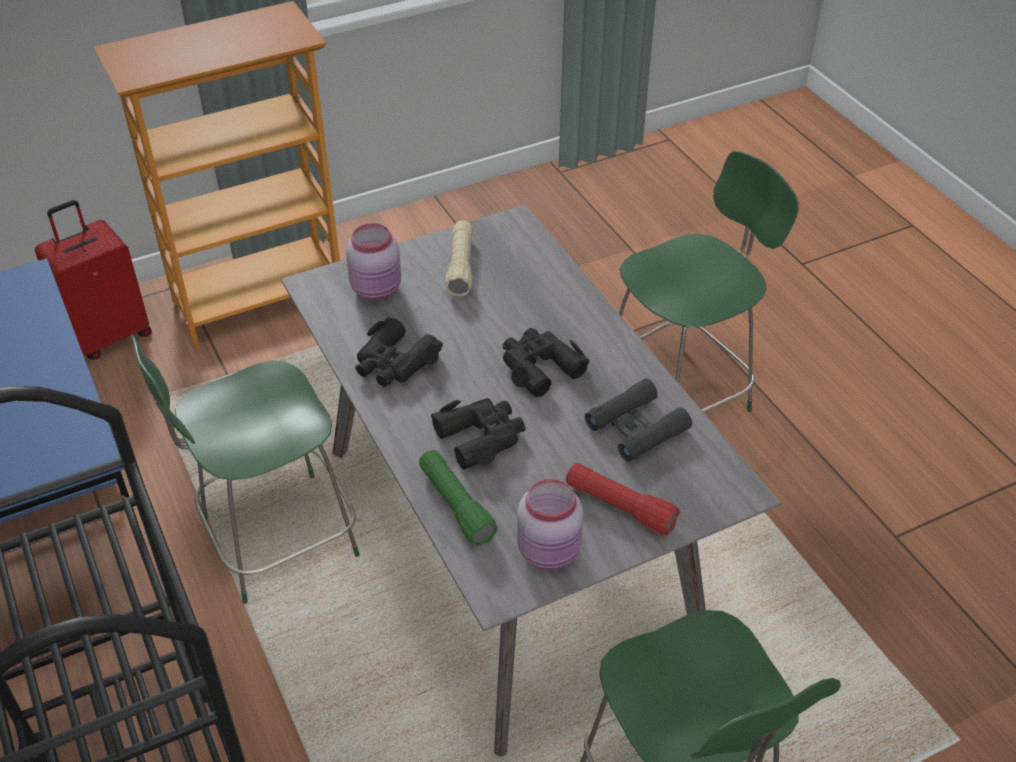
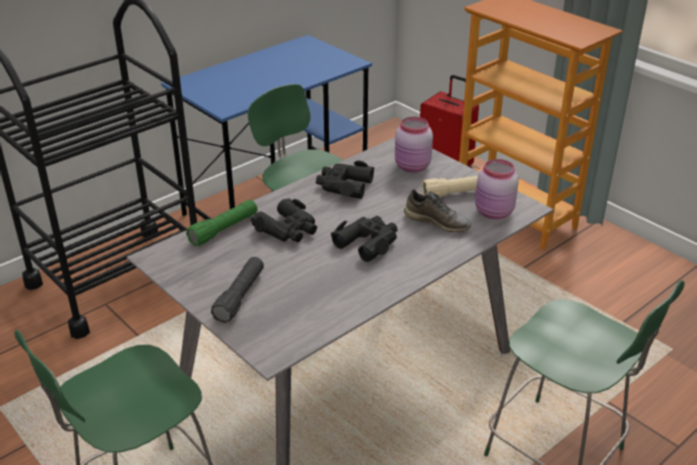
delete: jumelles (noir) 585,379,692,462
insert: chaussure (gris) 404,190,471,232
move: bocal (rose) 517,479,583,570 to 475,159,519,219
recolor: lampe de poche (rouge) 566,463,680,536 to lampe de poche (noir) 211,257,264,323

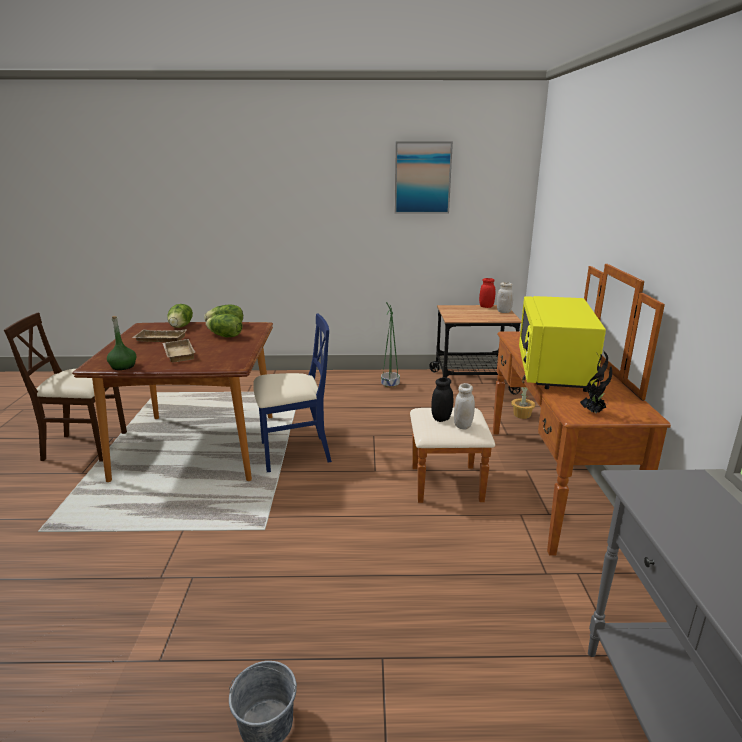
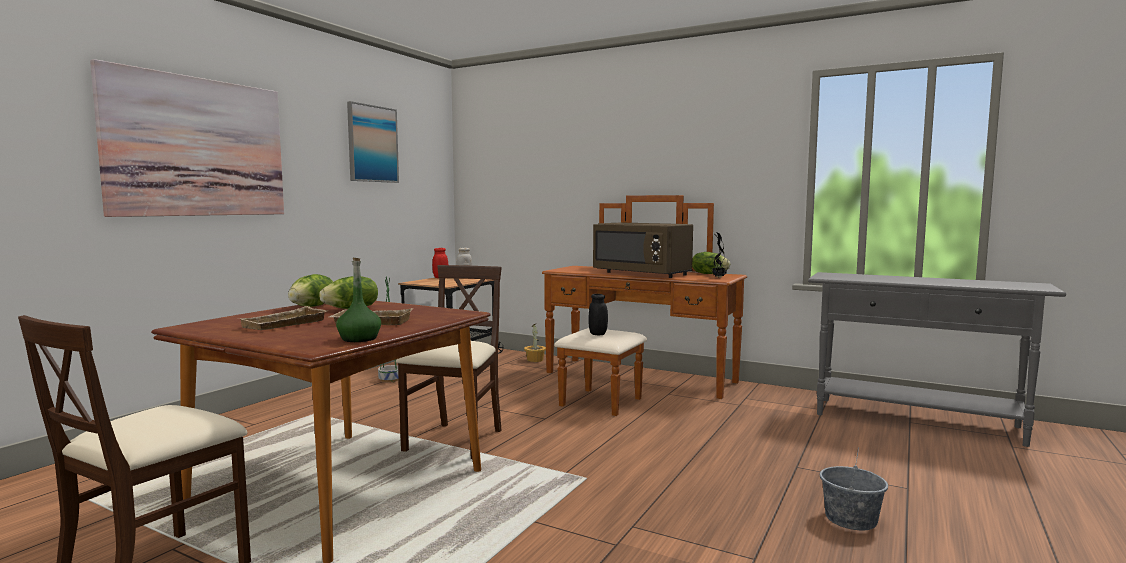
delete: bocal (blanc) 454,383,475,430
insert: tableau 90,59,284,217
move: laitue 167,304,193,328 to 692,252,730,274
recolor: chaise (bleu) 253,314,332,472 to chaise (beige) 396,265,502,459; micro-ondes (jaune) 519,296,606,392 to micro-ondes (marron) 593,222,693,278

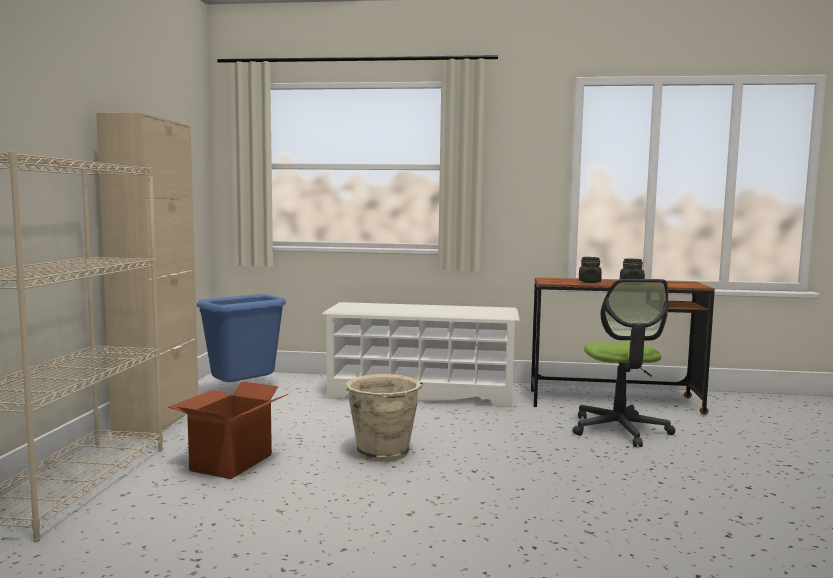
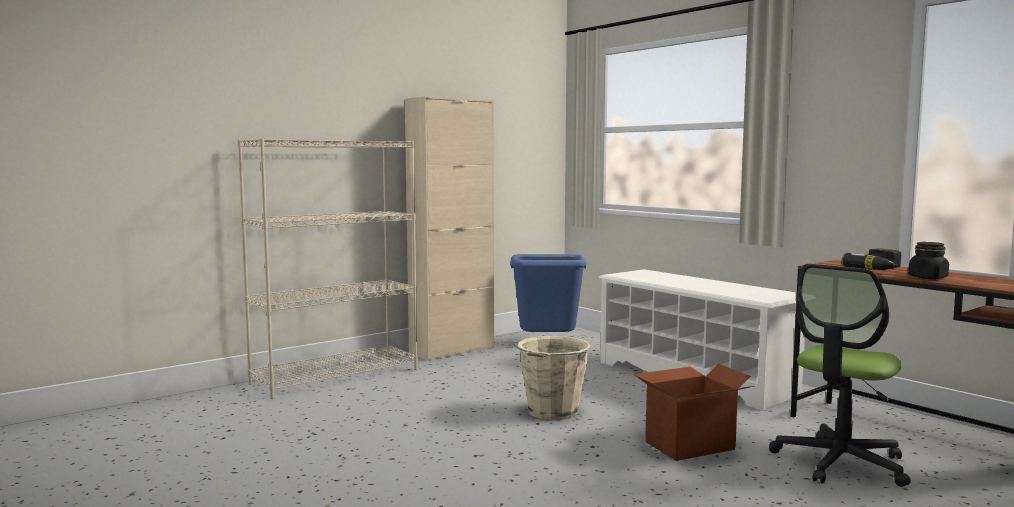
move: carton 168,381,288,479 to 633,364,754,461
replace: bocal (noir) 579,257,602,283 to perceuse 842,248,901,270

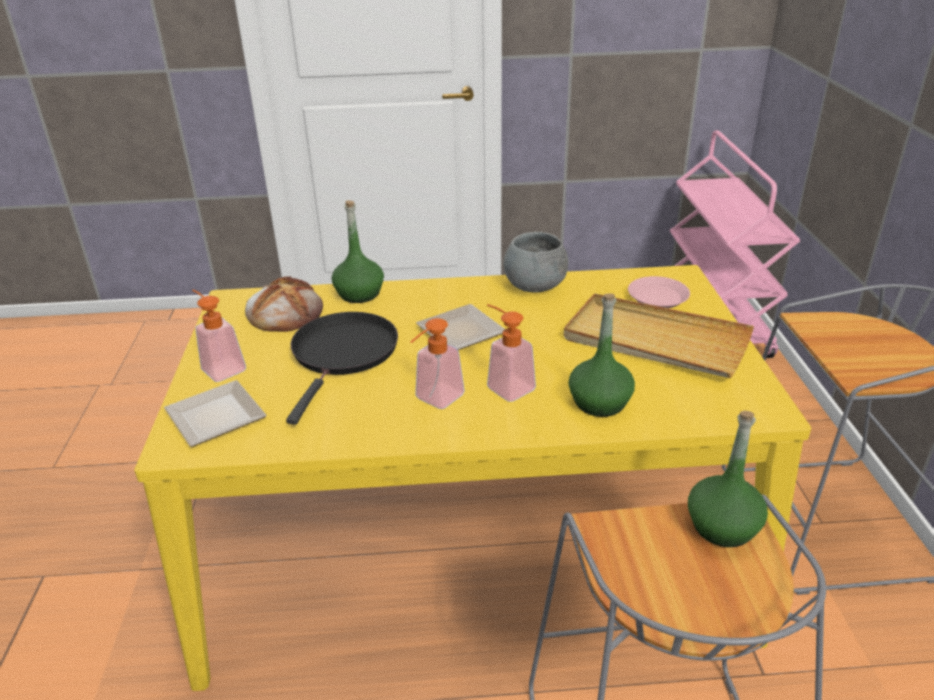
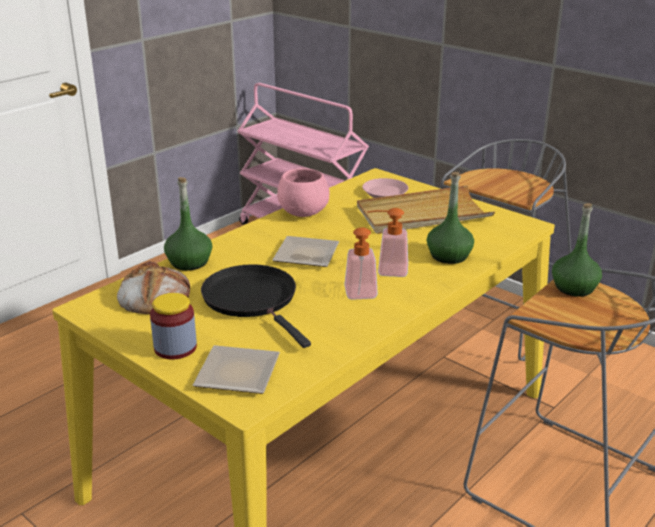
replace: distributeur de savon 192,290,246,382 to bocal 150,293,197,359
recolor: bol (gris) 503,232,568,292 to bol (rose) 277,168,330,217

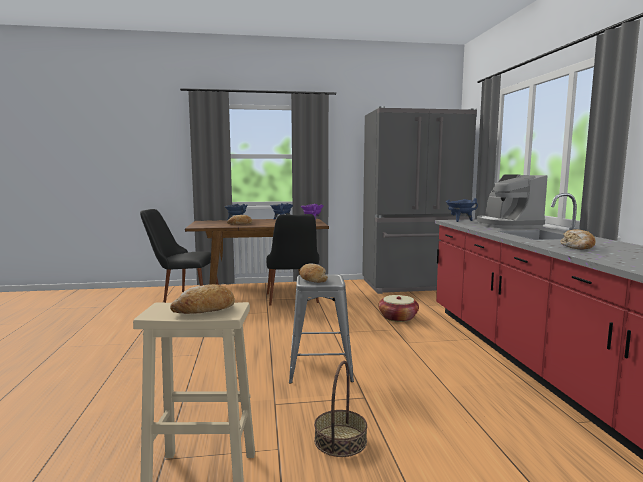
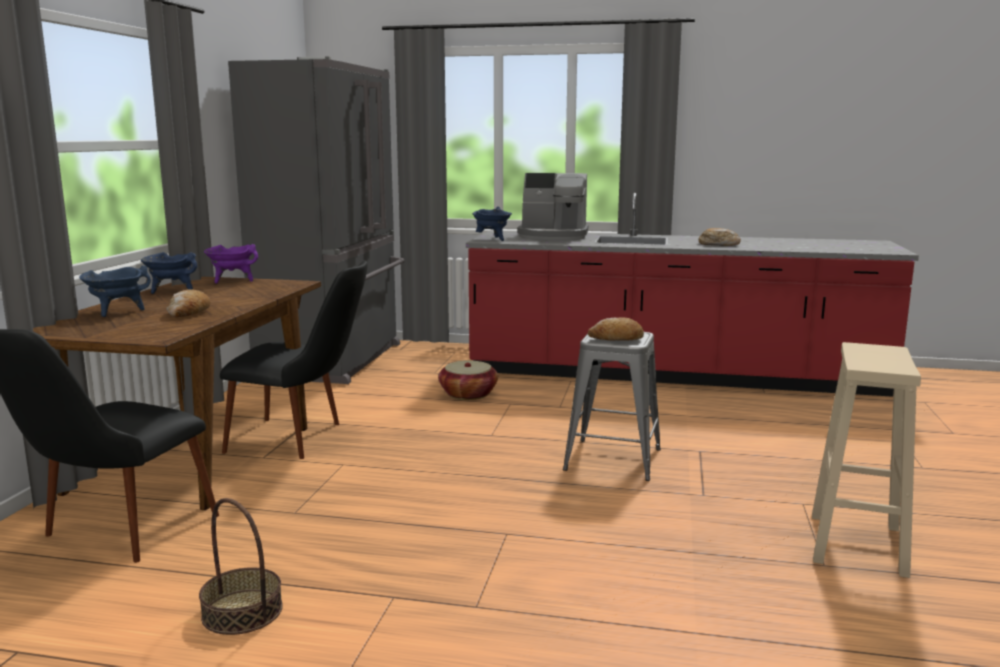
delete: pain 170,284,235,314
move: panier 314,361,367,457 to 199,498,283,635

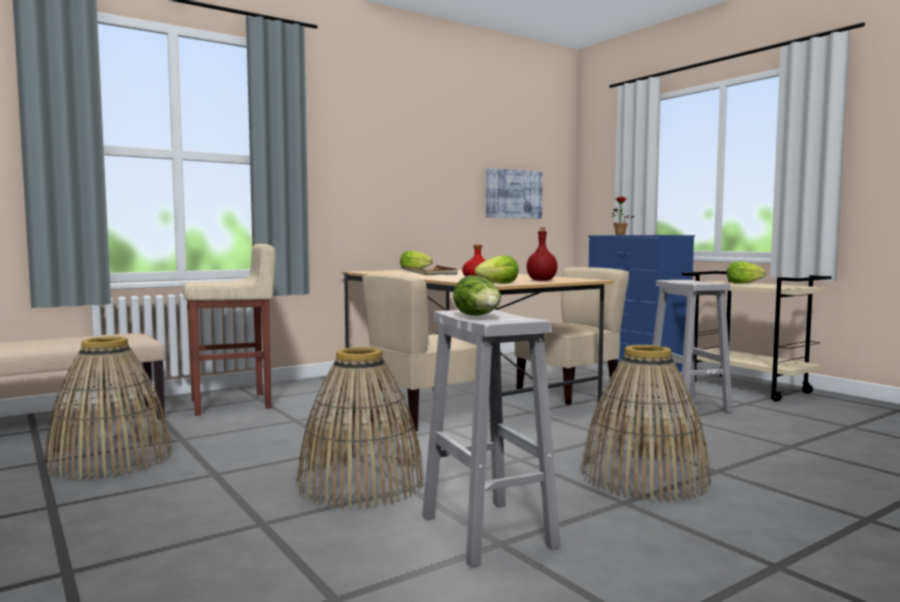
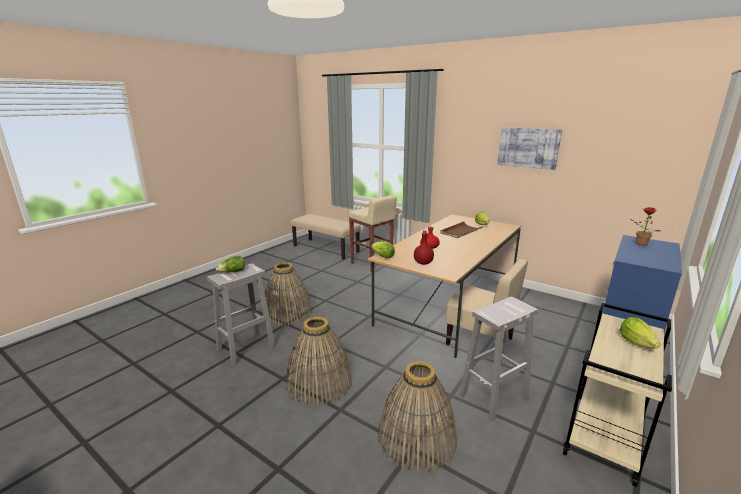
delete: chaise (beige) 362,274,476,432
move: panier 44,337,172,480 to 378,361,457,473; tableau 486,168,543,219 to 497,127,562,170

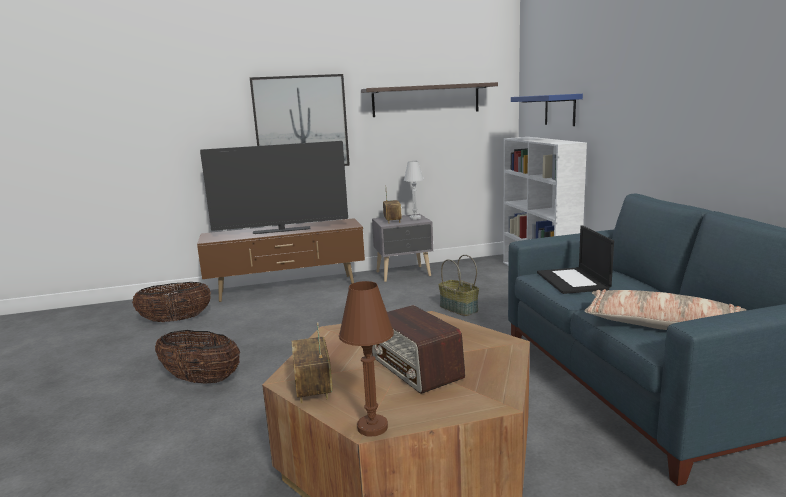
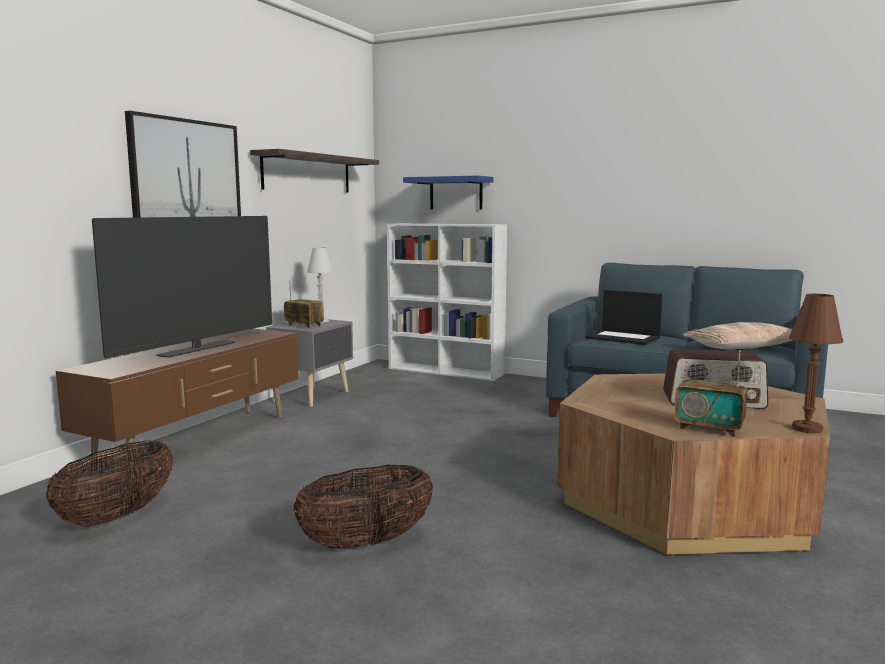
delete: panier 438,255,479,316

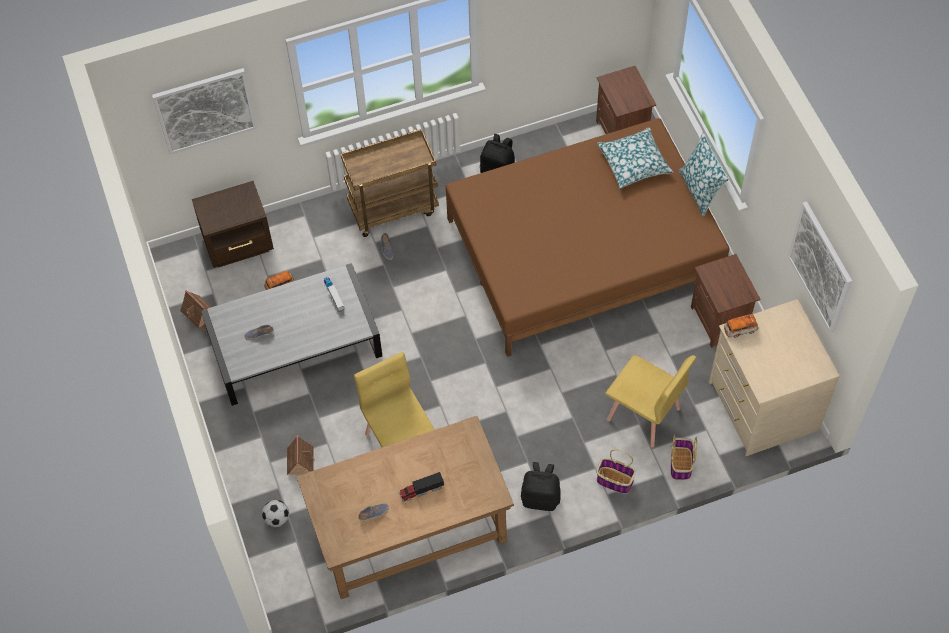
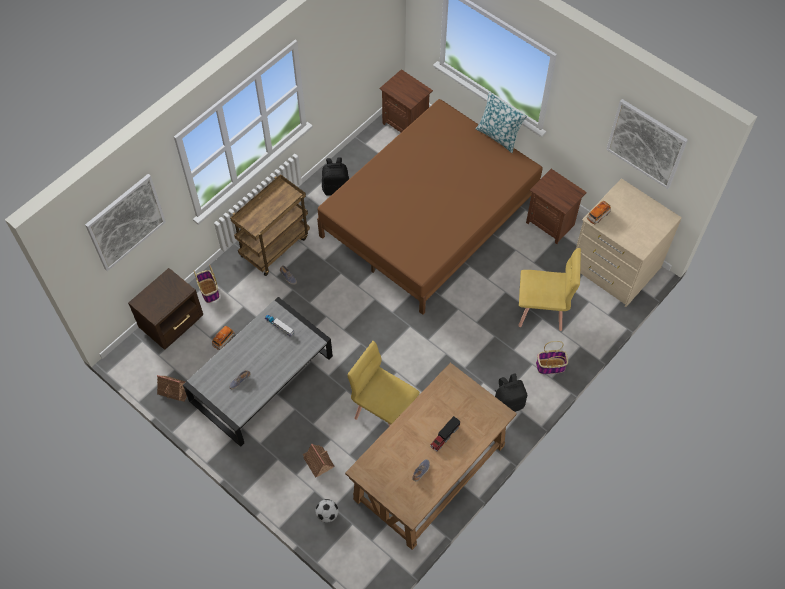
delete: coussin 597,127,673,189
move: panier 671,434,697,480 to 193,265,219,303

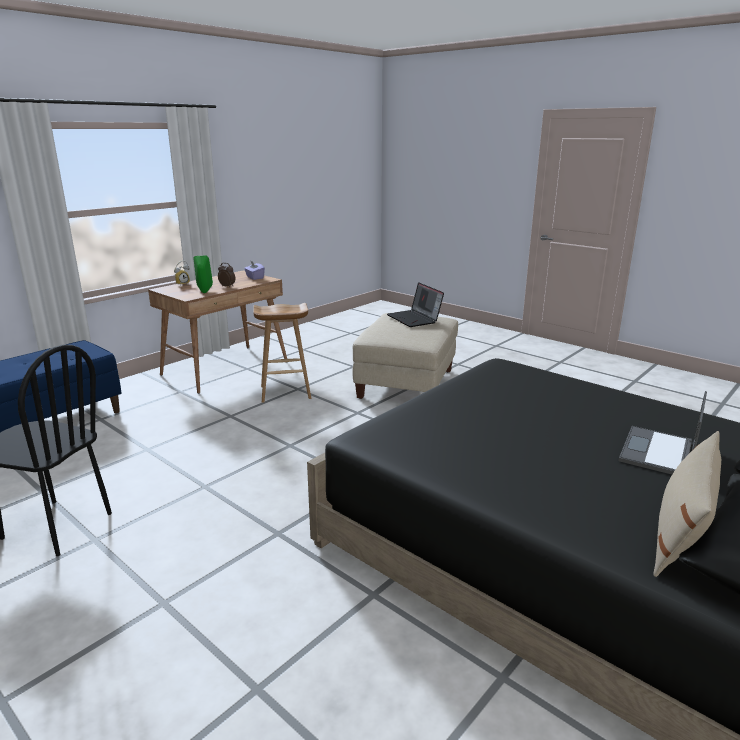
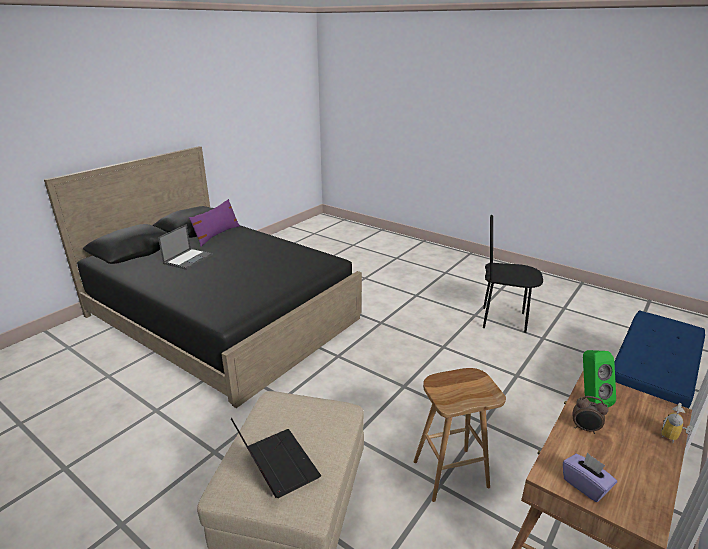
recolor: coussin (beige) 653,431,721,577 to coussin (violet) 189,199,240,247

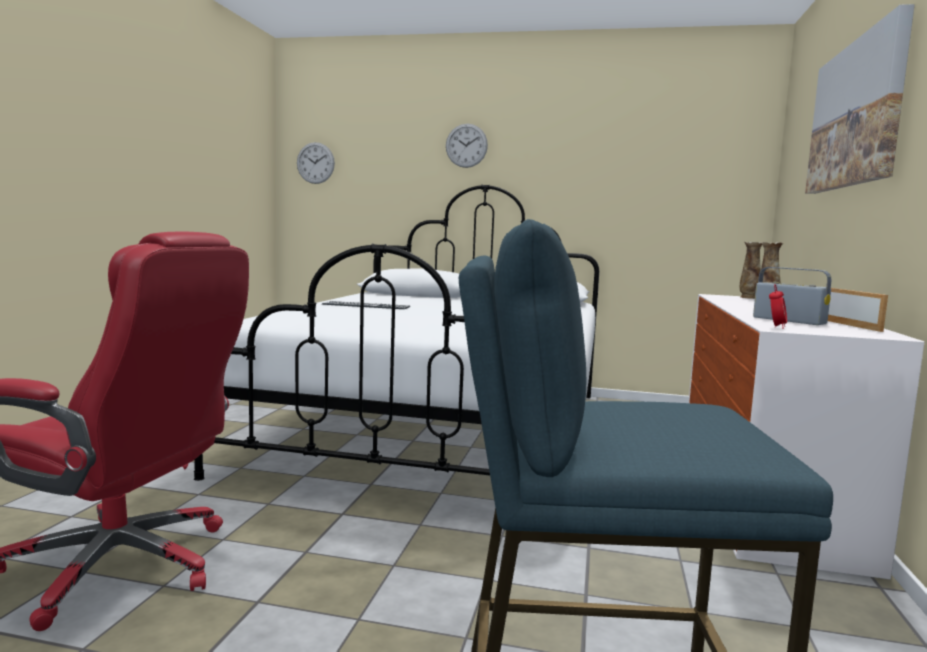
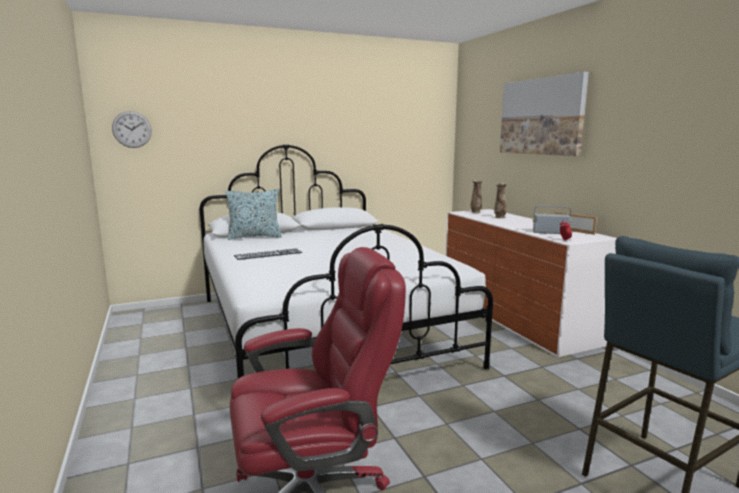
delete: horloge murale 446,124,488,168
insert: coussin 226,189,282,240

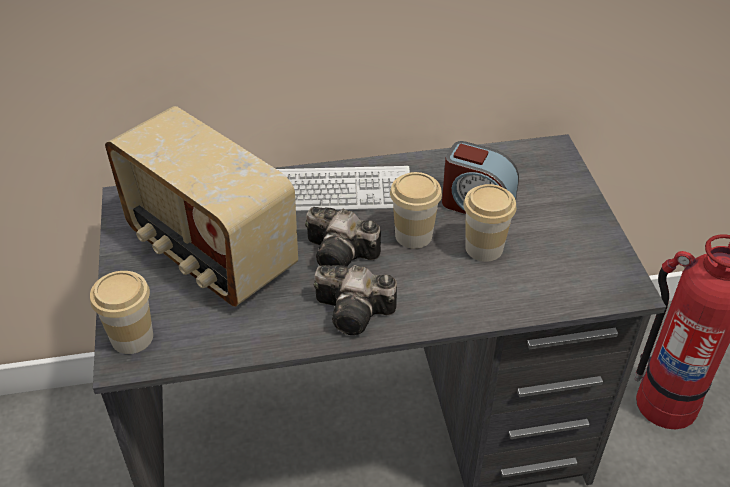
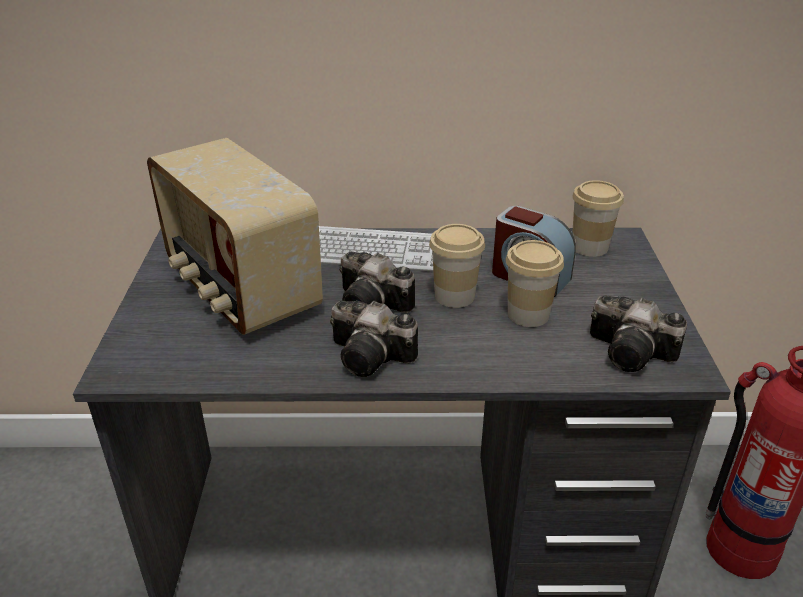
insert: appareil photo 590,295,687,372
move: tasse 90,271,153,354 to 572,180,624,257

